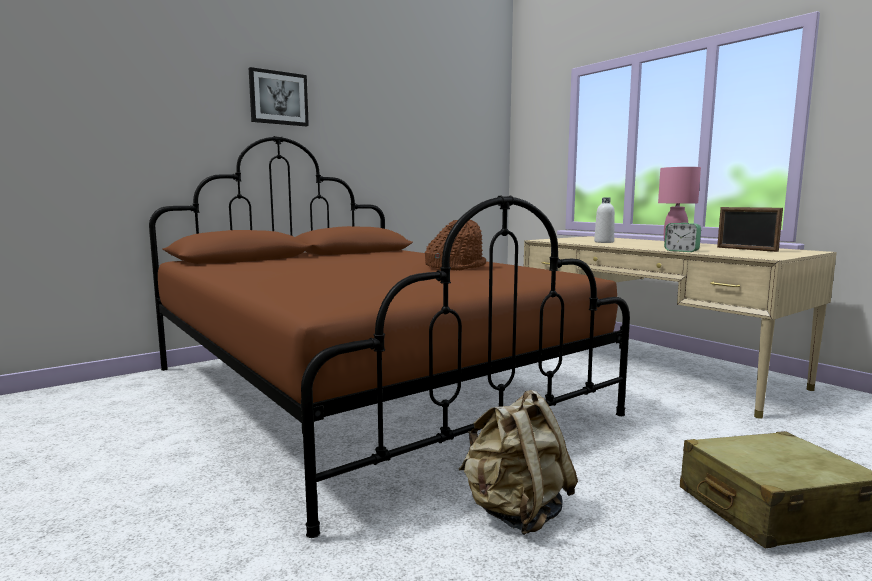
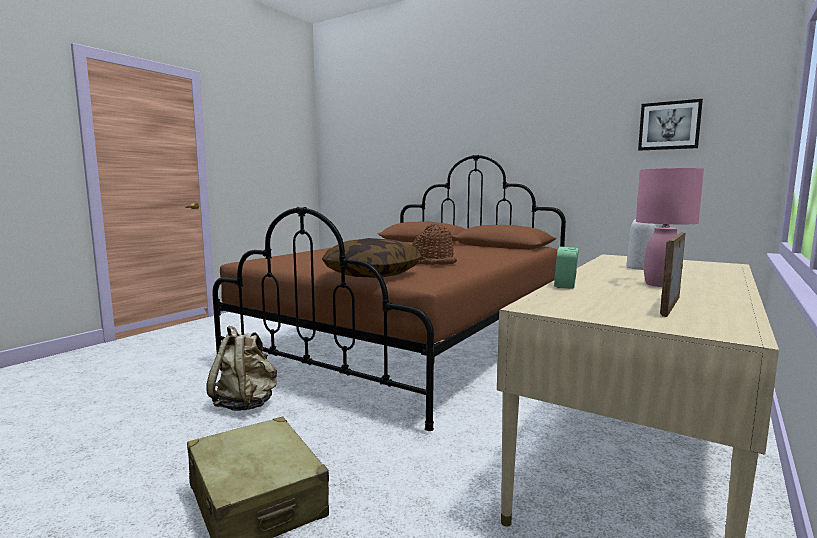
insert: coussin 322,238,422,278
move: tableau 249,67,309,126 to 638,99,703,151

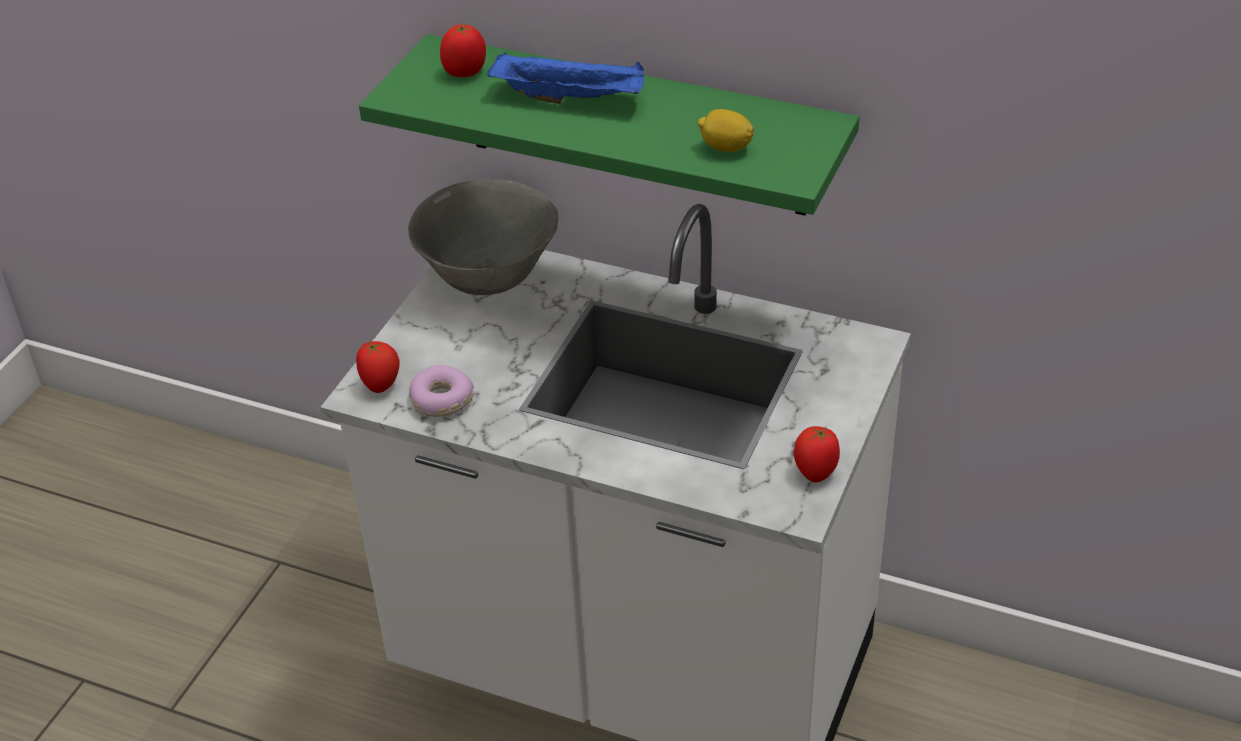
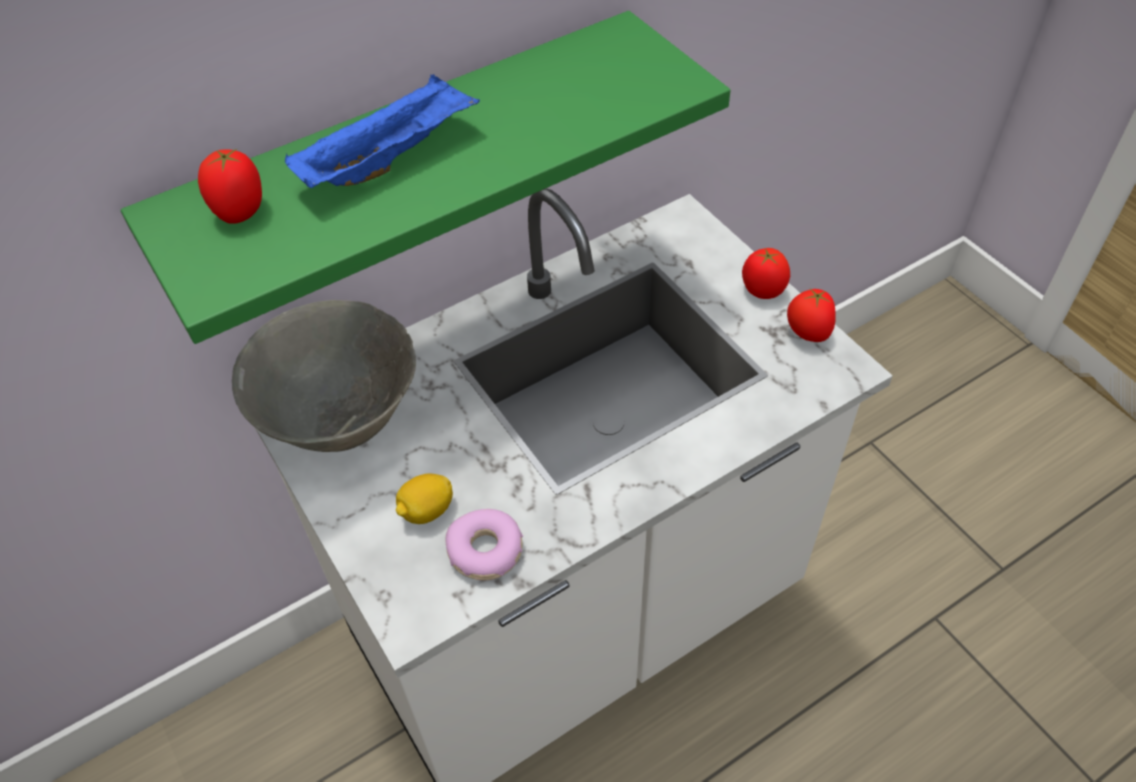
move: tomate 356,340,399,393 to 742,248,790,299; citron 698,109,754,152 to 396,473,453,524

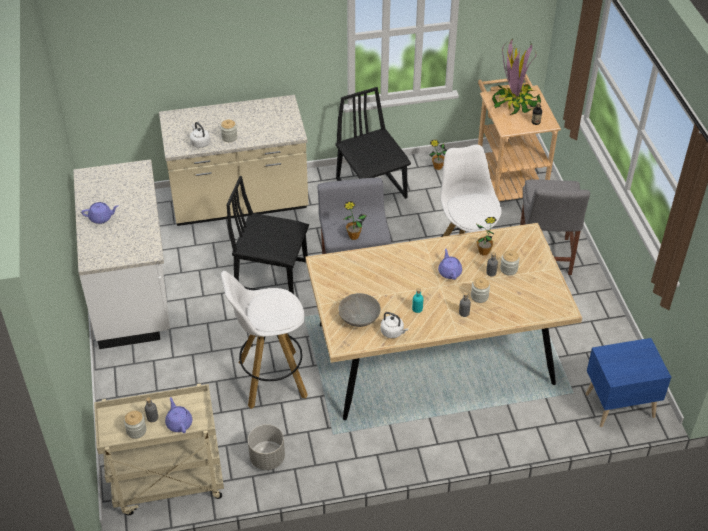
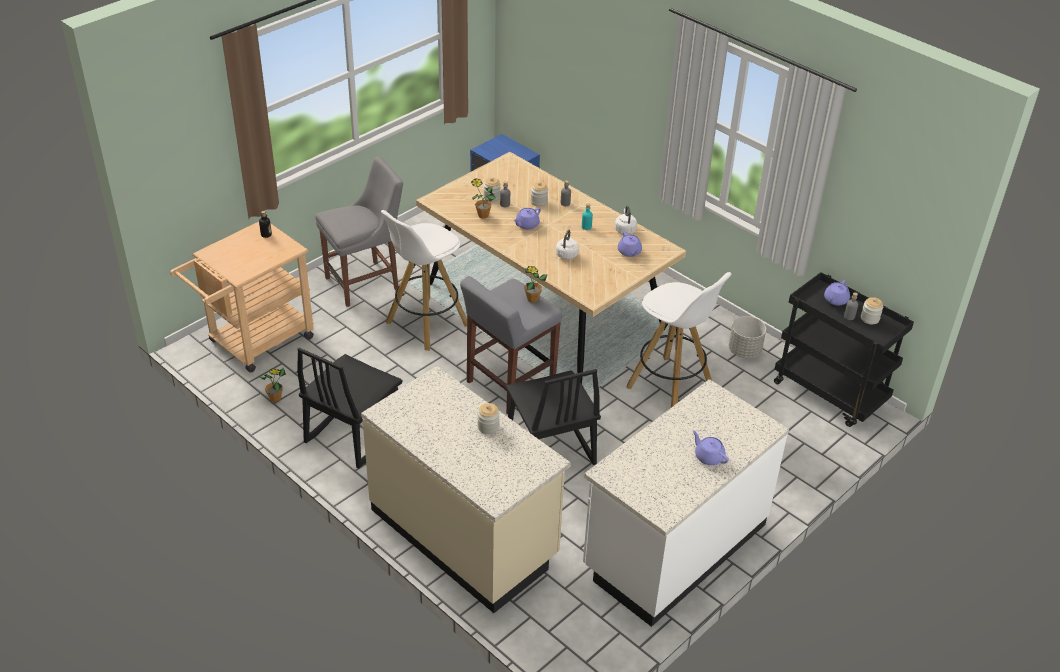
delete: plante en pot 492,37,541,115
move: bouilloire (blanc) 190,122,210,148 to 556,230,579,260
replace: bol (gris) 338,293,381,327 to théière (violet) 618,232,642,257
recolor: chariot (beige) 94,384,224,515 to chariot (noir) 774,272,914,427

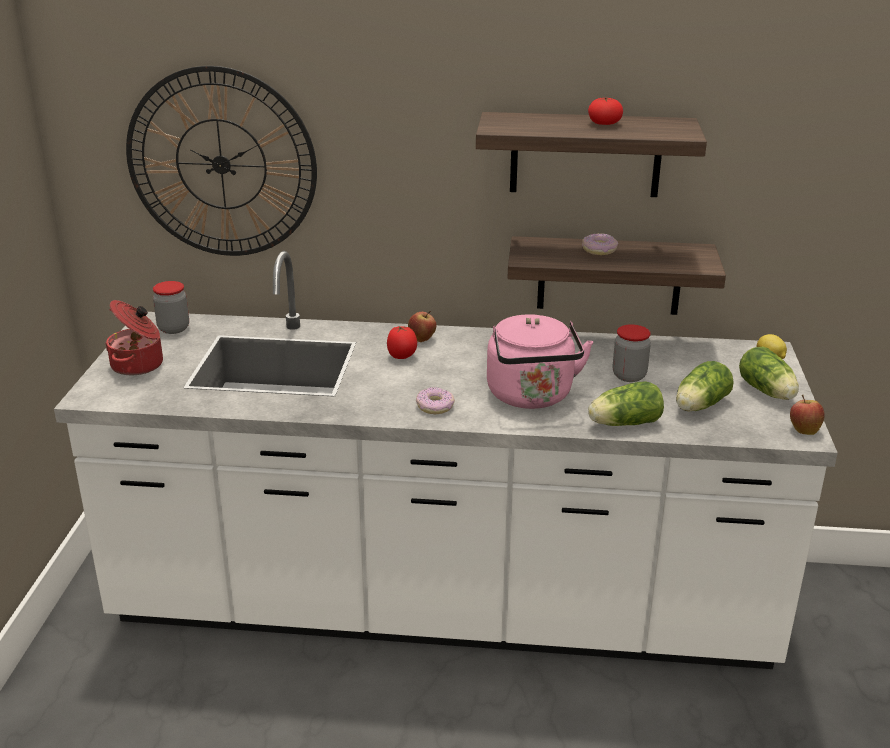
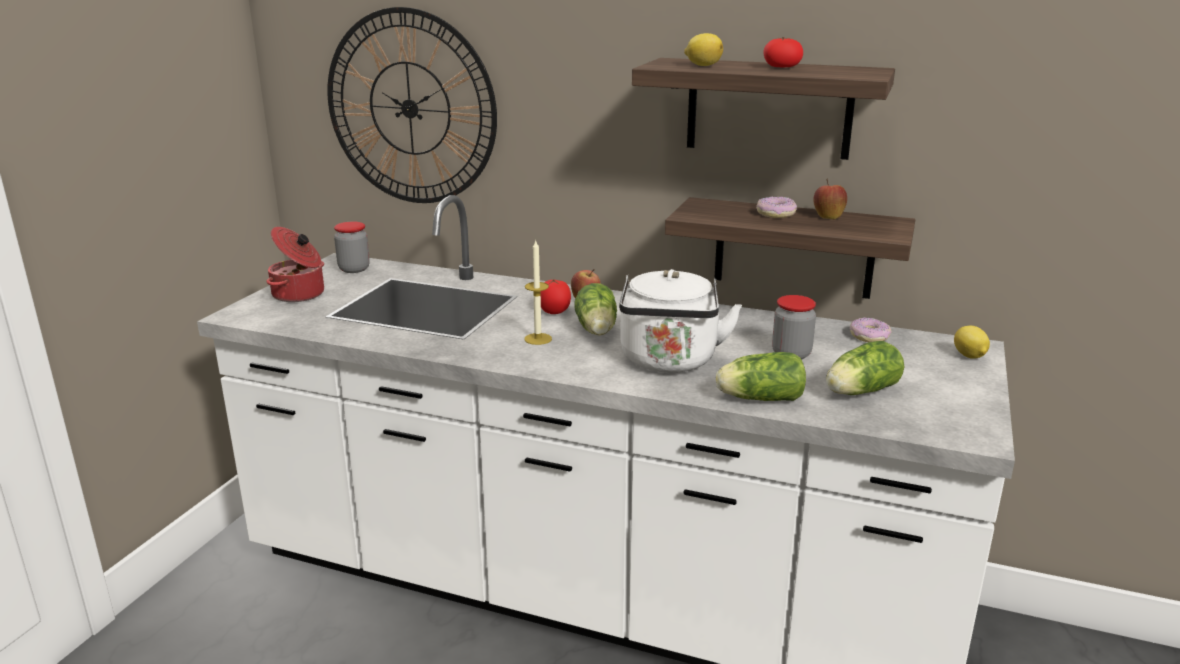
insert: bougie 524,239,552,345; citron 684,33,723,66
move: beignet 416,387,455,414 to 850,318,891,342; laitue 739,347,799,400 to 574,283,617,336; pomme 790,395,824,435 to 813,178,847,220
recolor: bouilloire (rose) 487,314,593,409 to bouilloire (blanc) 619,269,742,373

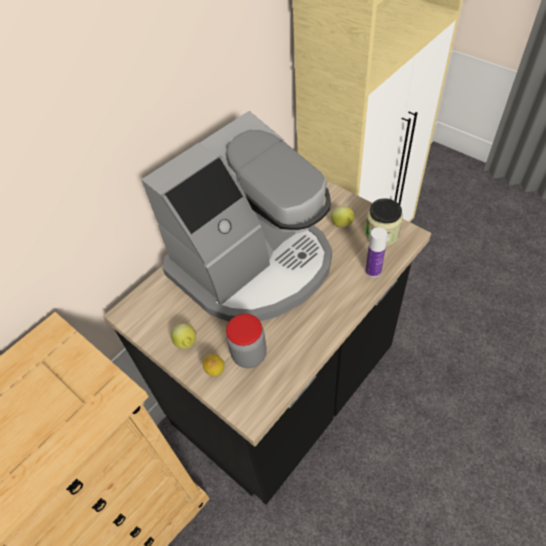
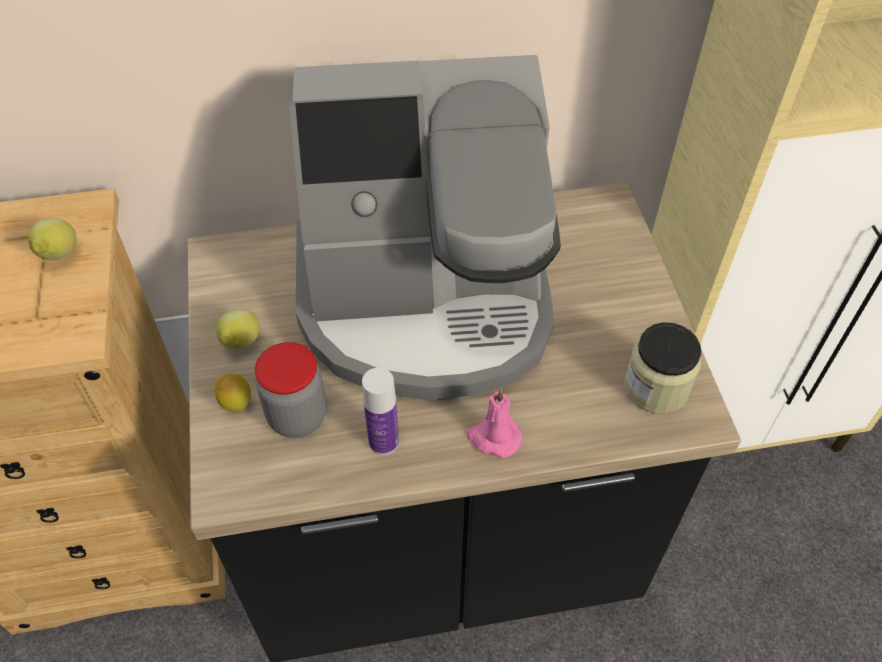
insert: bougie (rose) 466,388,522,458
move: citron 331,206,354,228 to 28,218,77,260; bouteille 366,227,387,277 to 362,368,399,455

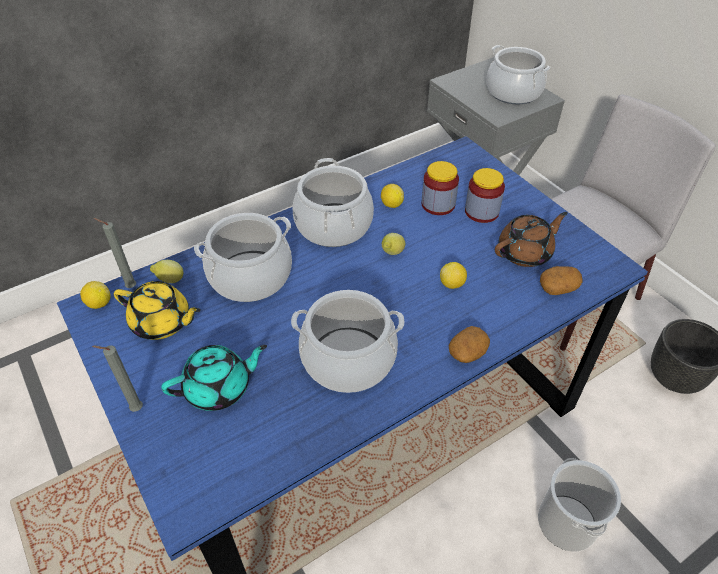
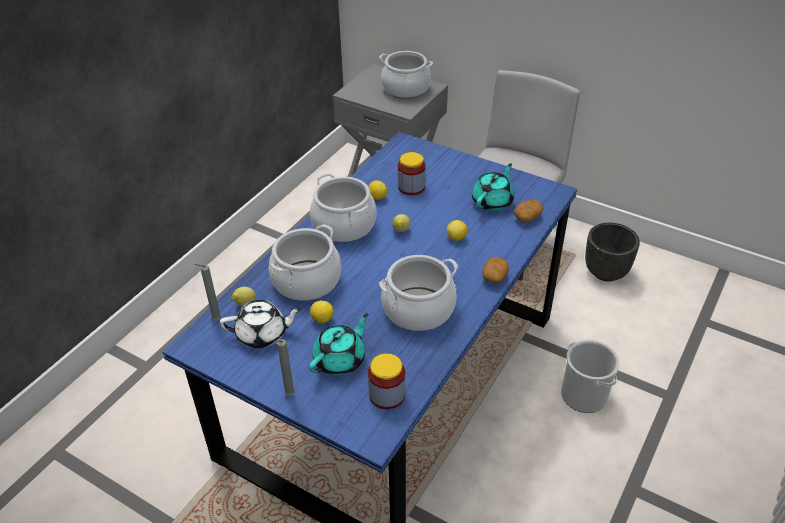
move: citron 80,281,111,309 to 310,301,334,323; bocal 465,168,505,223 to 368,353,405,409
recolor: théière (jaune) 114,281,201,340 to théière (blanc) 220,300,302,348; théière (marron) 495,212,568,267 to théière (turquoise) 472,163,514,211

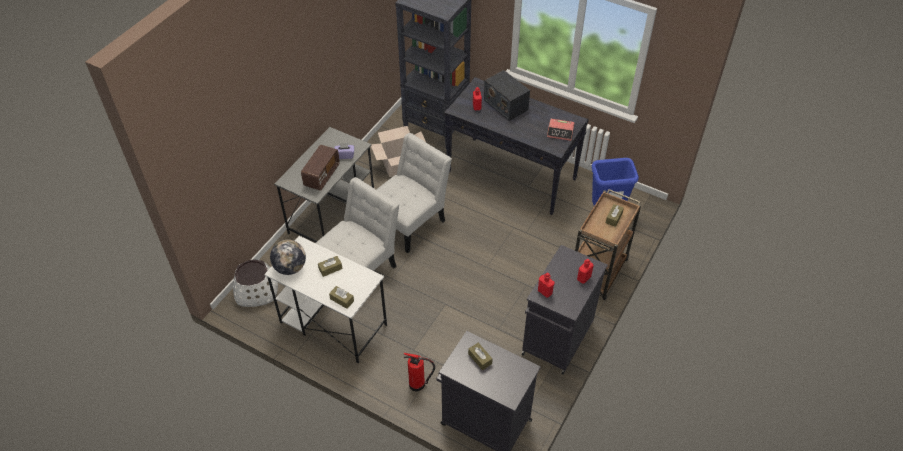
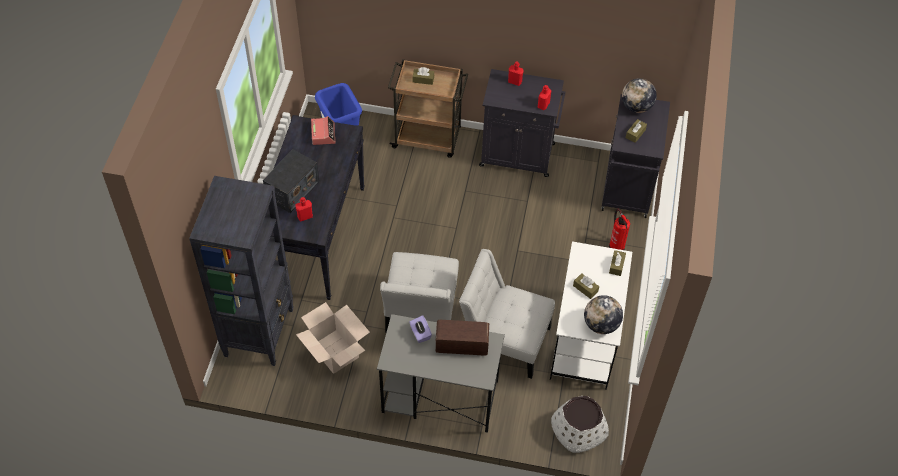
insert: globe 622,78,657,113
rotate: chaise (blanc) 376,133,452,253 = 380,252,459,333 105 degrees counterclockwise

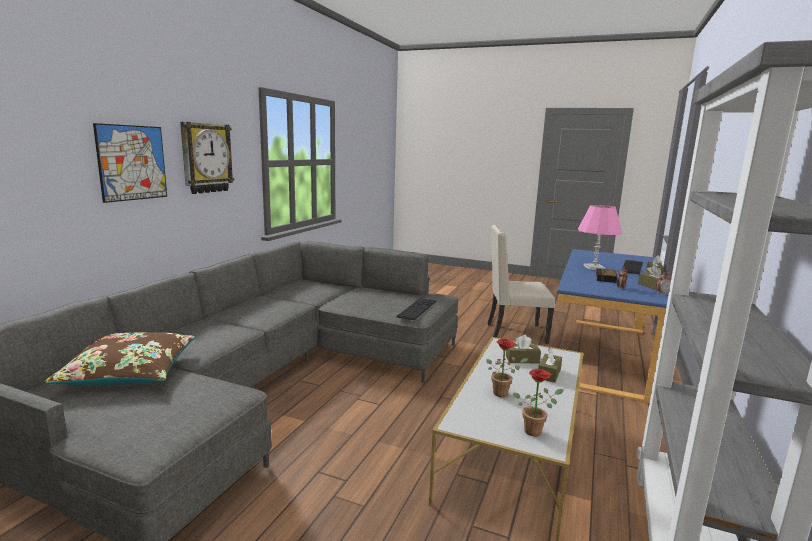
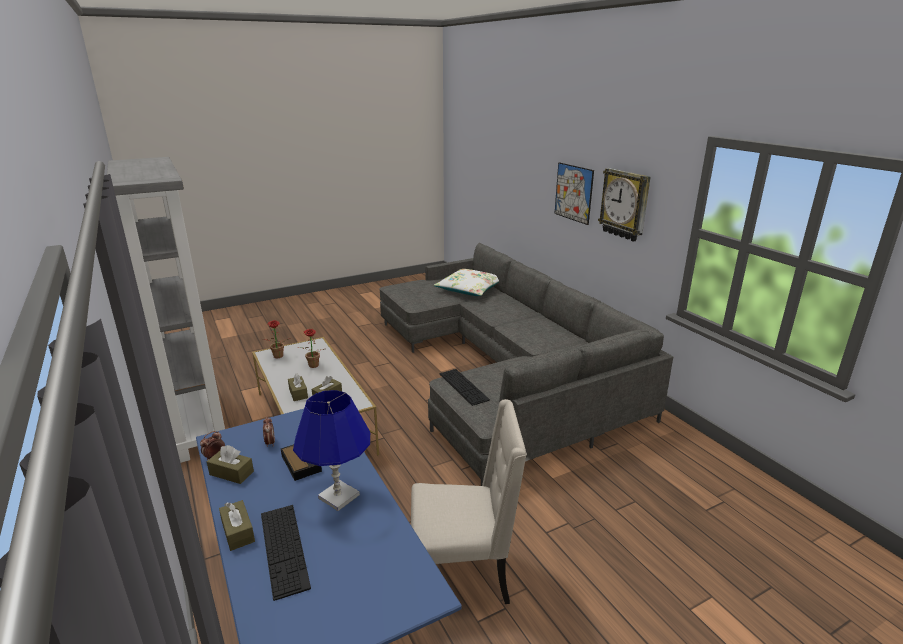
recolor: coussin (marron) 45,332,195,386 to coussin (blanc) 434,269,499,296; lampe de table (rose) 578,205,622,270 to lampe de table (bleu) 293,390,370,511
rotate: chaise (beige) 488,225,555,344 = 411,399,527,604 45 degrees clockwise

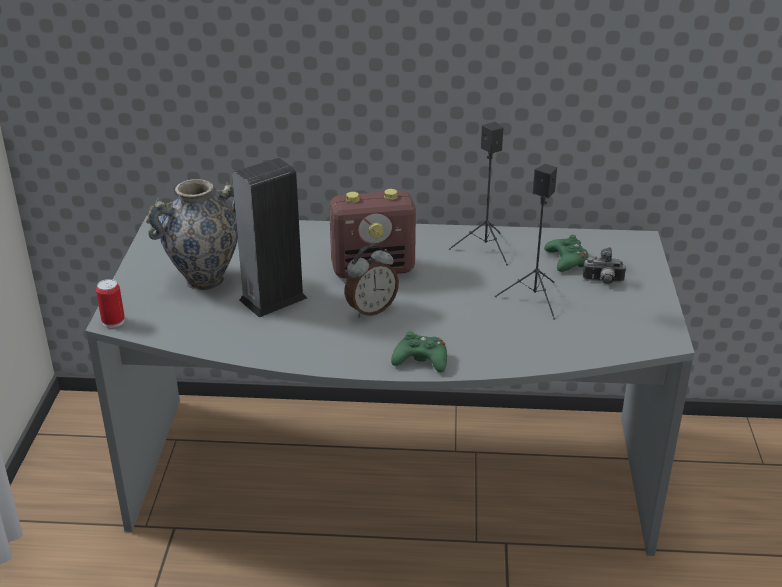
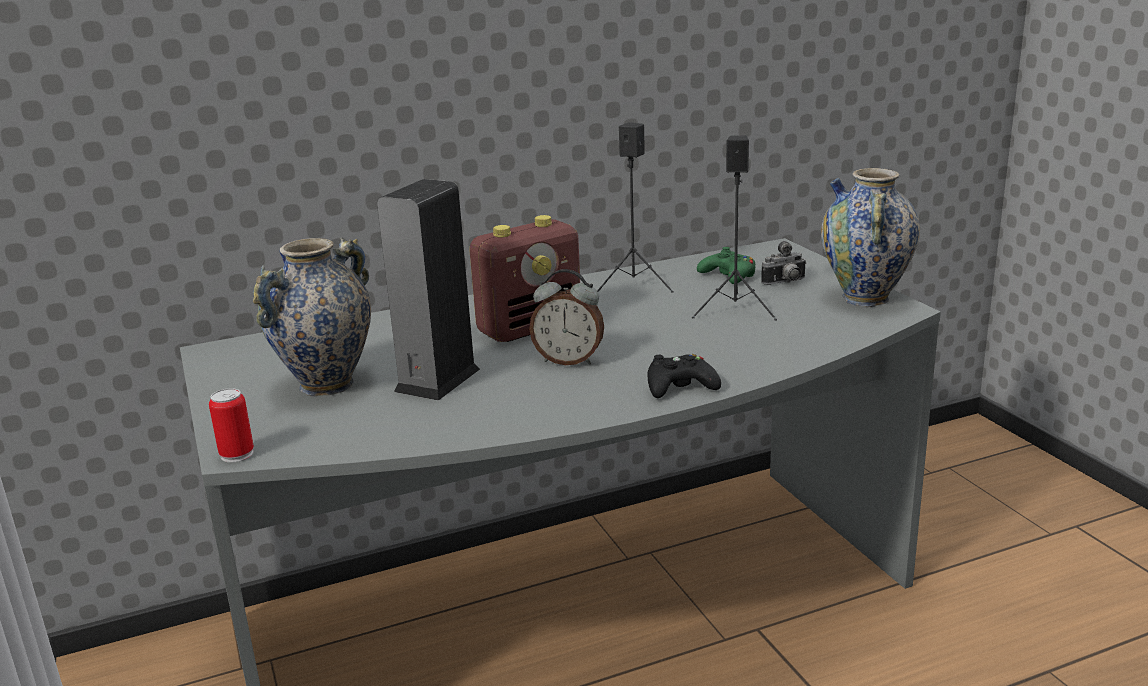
insert: vase 821,168,920,307
recolor: manette (vert) 391,332,447,372 to manette (noir) 647,354,721,398
rotate: réveil 345,244,399,318 = 529,269,604,365 75 degrees clockwise

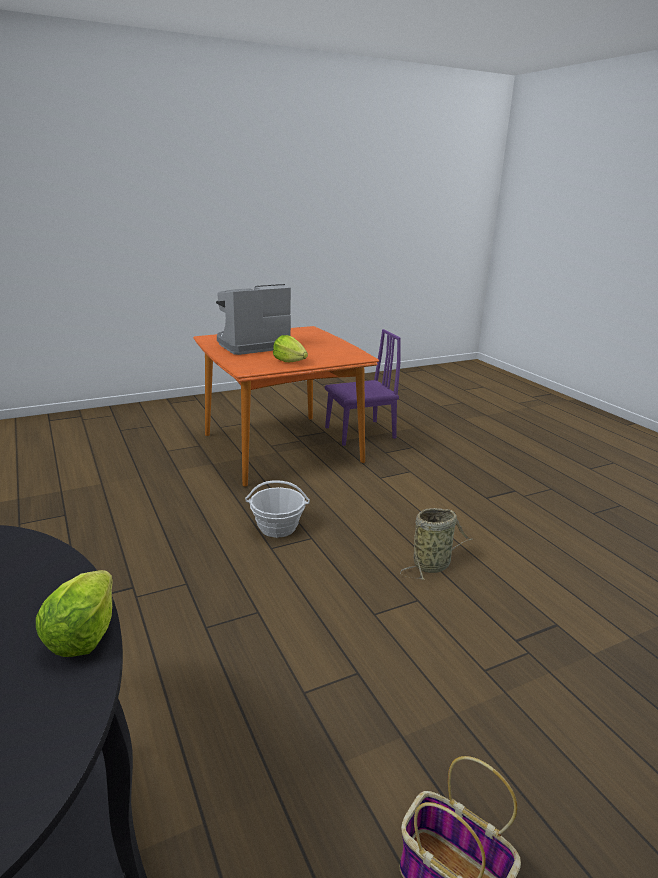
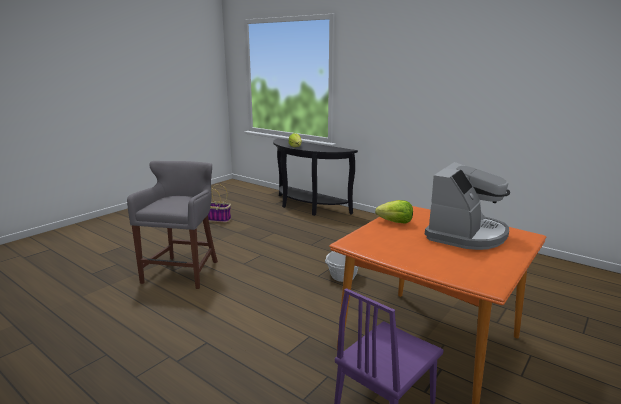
delete: panier 400,508,472,580
insert: tabouret (gris) 127,161,218,289

